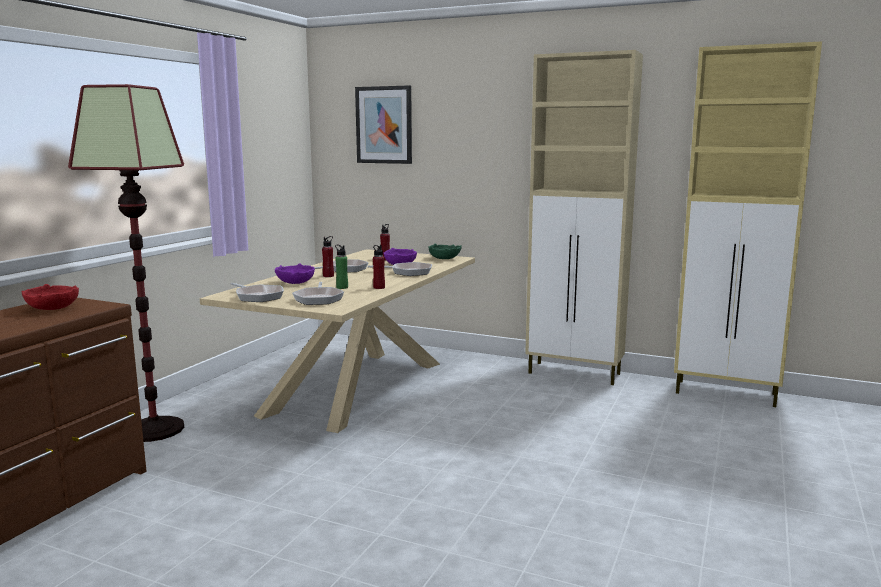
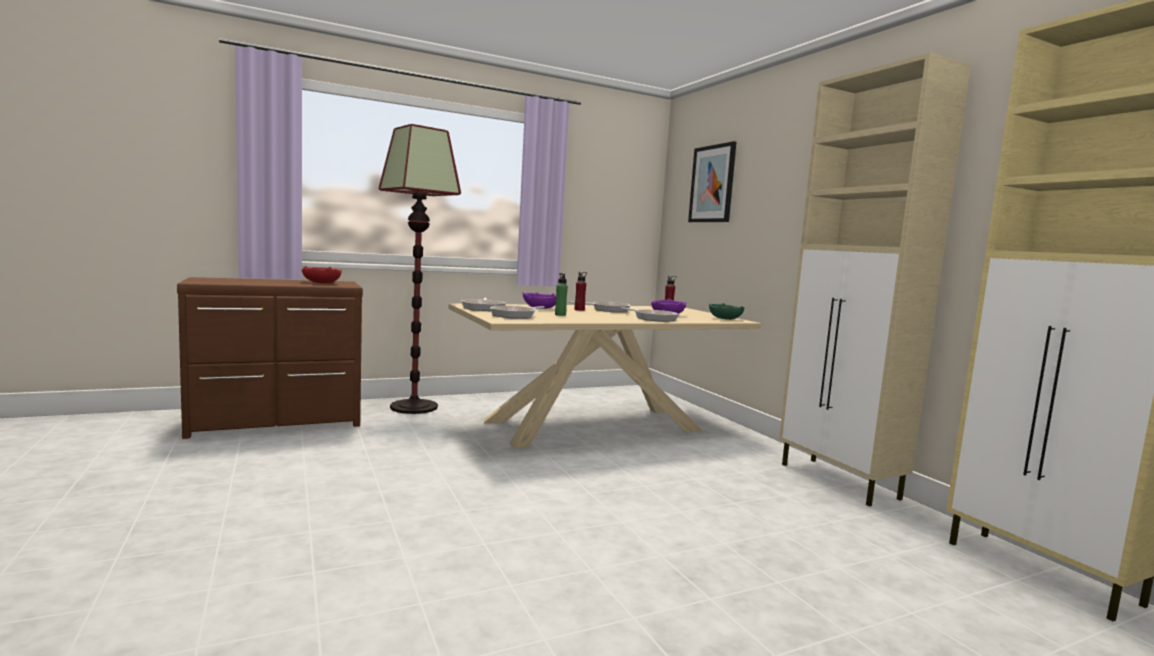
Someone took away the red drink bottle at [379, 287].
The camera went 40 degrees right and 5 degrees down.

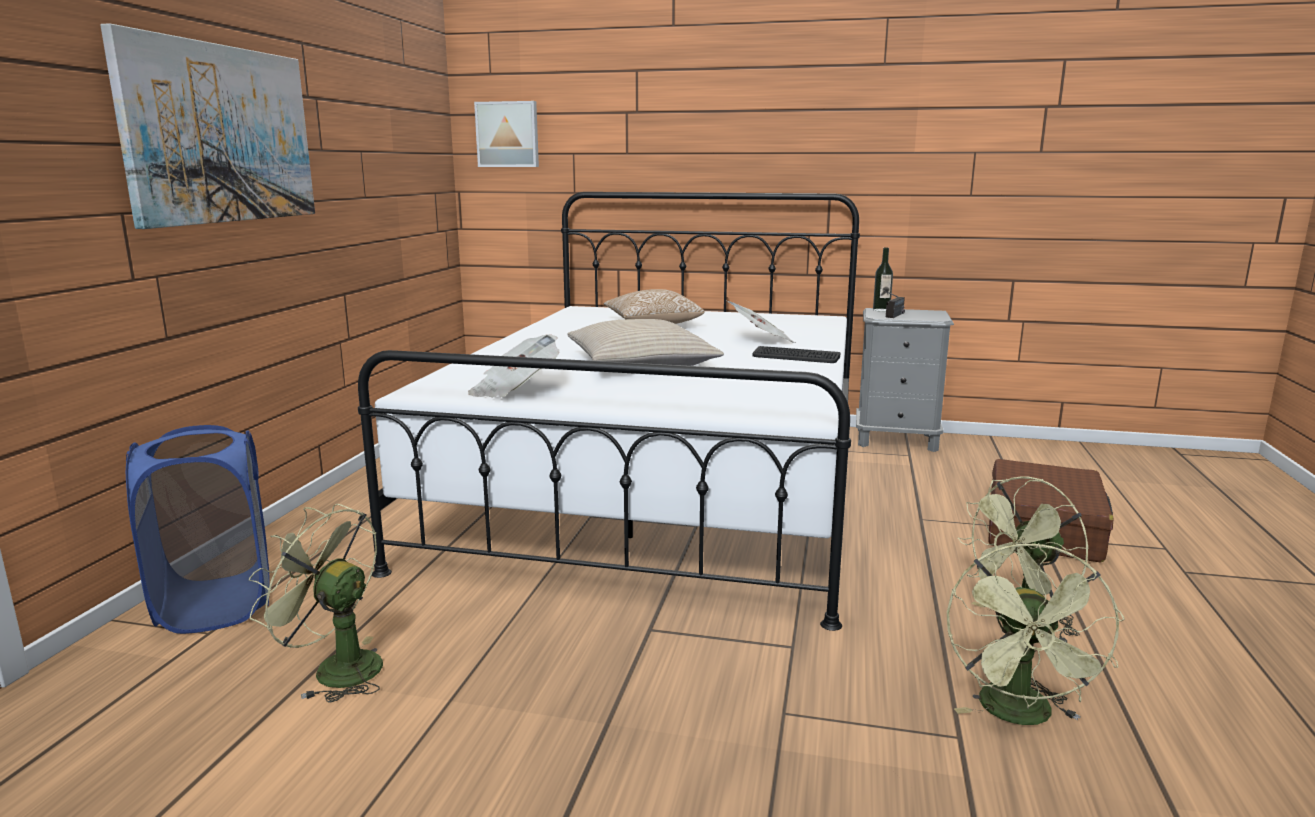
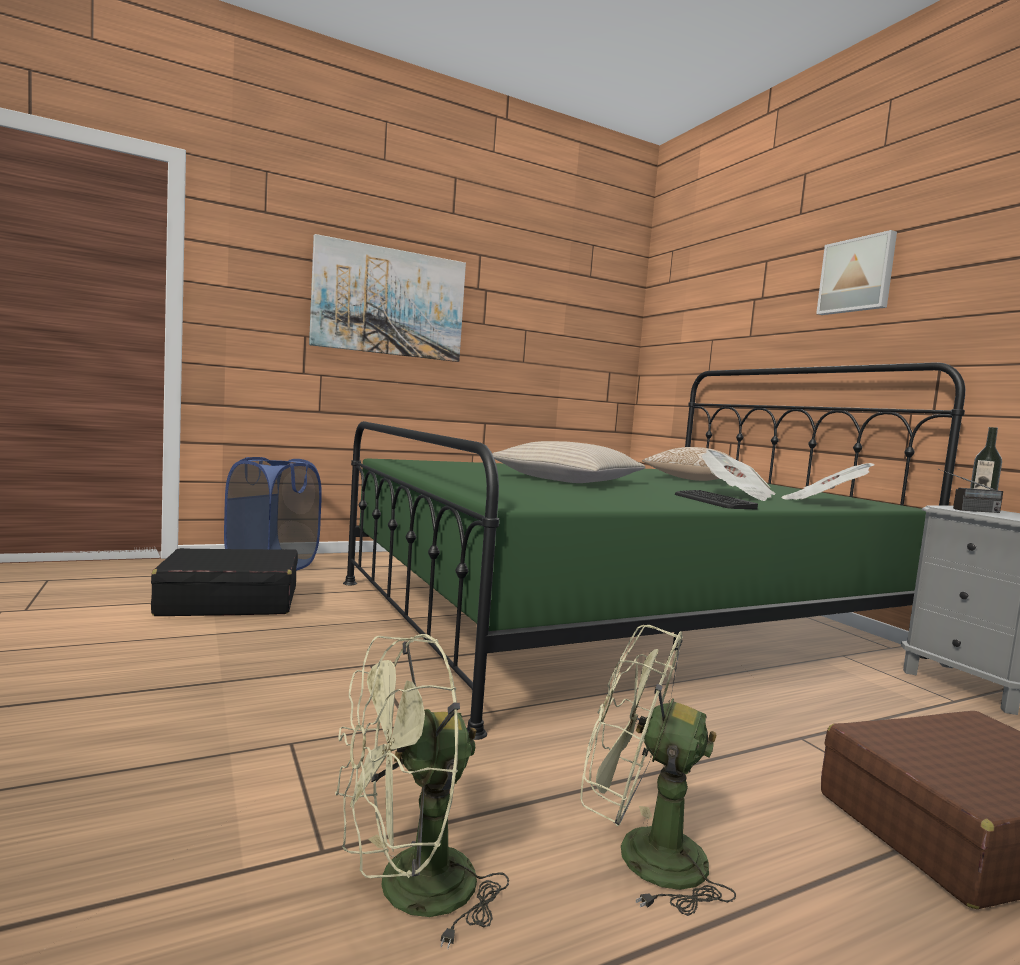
Someone swapped the greenish electric fan at [335, 668] for the black-coloured travel case at [229, 601].
Someone repainted the white-coloured sleeping bed at [661, 486], which became the greenish sleeping bed at [614, 617].
Someone carried the printed paper from [515, 390] to [823, 503].
Someone carried the wall art from [508, 134] to [857, 275].
The camera went 50 degrees right and 10 degrees down.

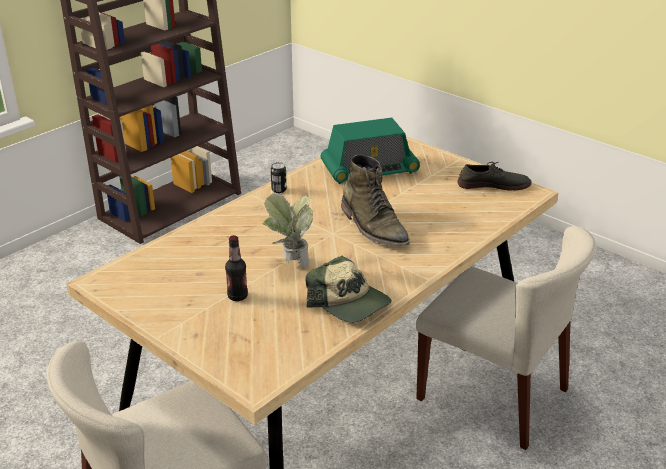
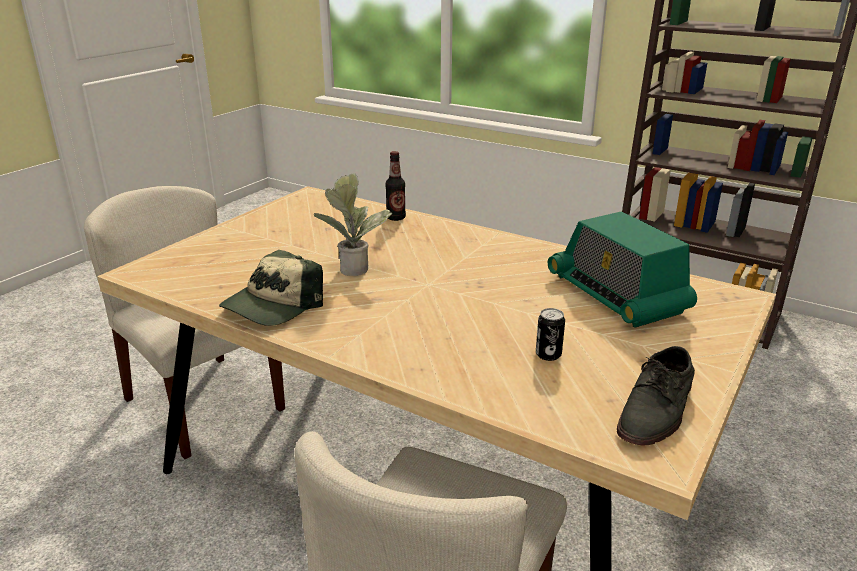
Someone carried the drink bottle from [237, 296] to [396, 218].
Someone carried the can from [279, 190] to [548, 355].
Someone took away the greenish high-top boot at [373, 227].
Someone rotated the greyish item of footwear at [493, 184] by 45 degrees clockwise.
The camera went 80 degrees right and 5 degrees down.

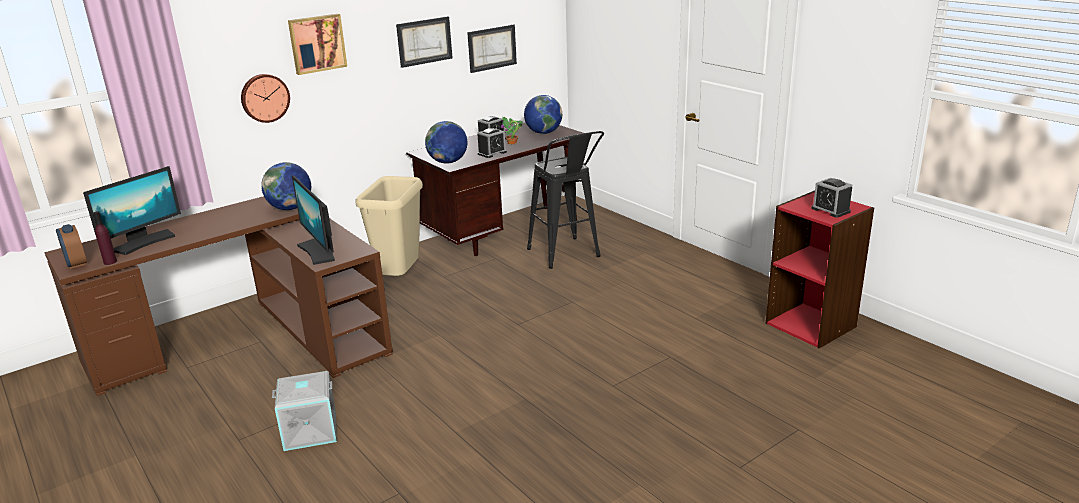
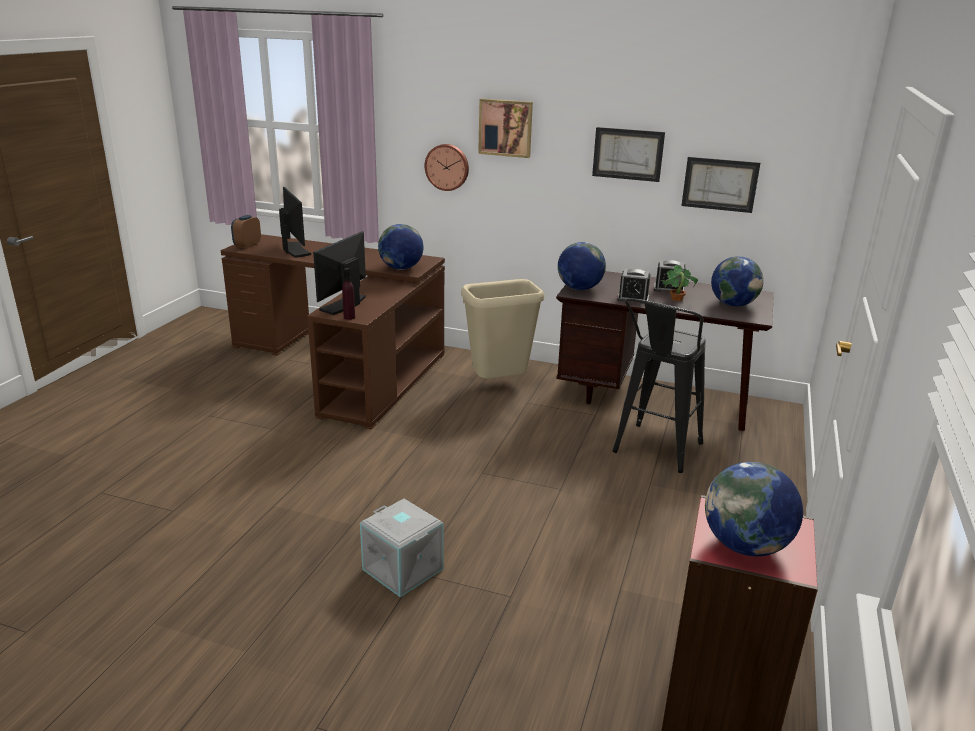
Someone rotated the computer screen at [144, 242] by 120 degrees counterclockwise.
Someone carried the purple-coloured drink bottle from [110, 262] to [349, 317].
Someone carried the greyish storage container from [311, 430] to [404, 569].
Someone swapped the alarm clock at [830, 210] for the world globe at [745, 546].
The camera went 55 degrees right and 0 degrees up.

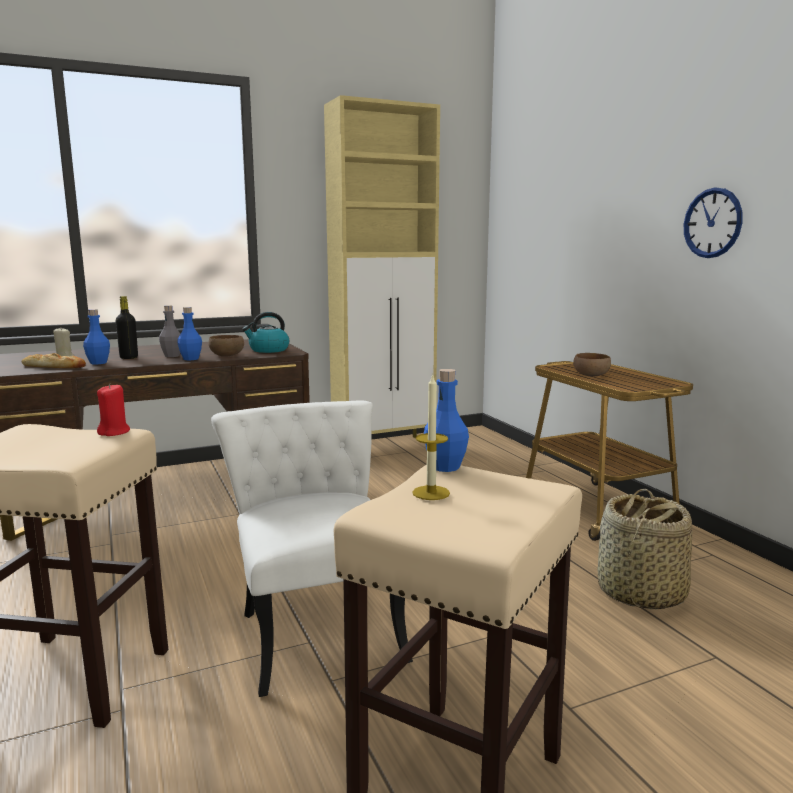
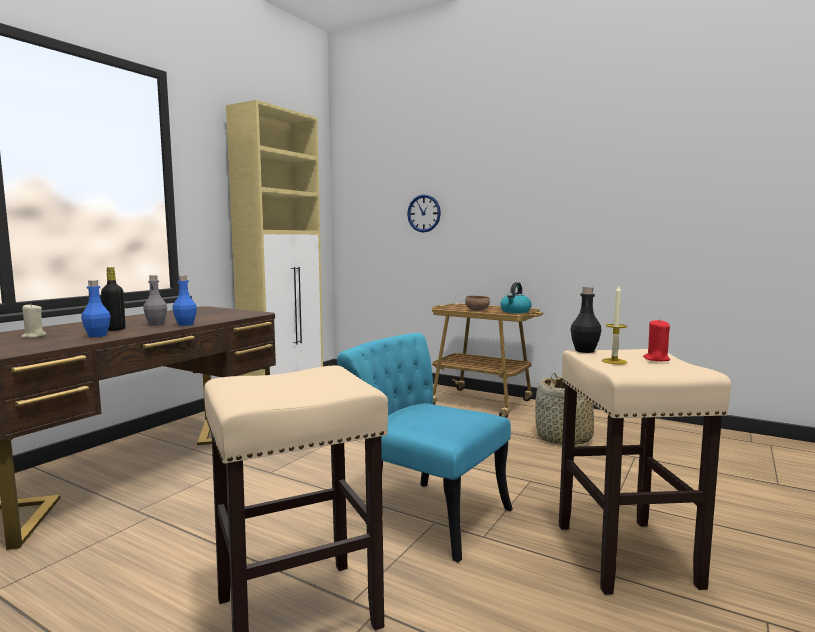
Someone took away the baked bread at [54, 366].
Someone carried the red wax candle from [114, 432] to [656, 359].
Someone took away the brownish serving bowl at [226, 356].
Someone repainted the white-coloured chair at [316, 627], which became the blue-green chair at [425, 512].
Someone carried the kettle from [268, 350] to [515, 311].
Someone repainted the blue drink bottle at [445, 467], which became the black-coloured drink bottle at [584, 351].
Someone carried the clock on the wall from [712, 223] to [424, 213].
The camera went 35 degrees left and 5 degrees down.

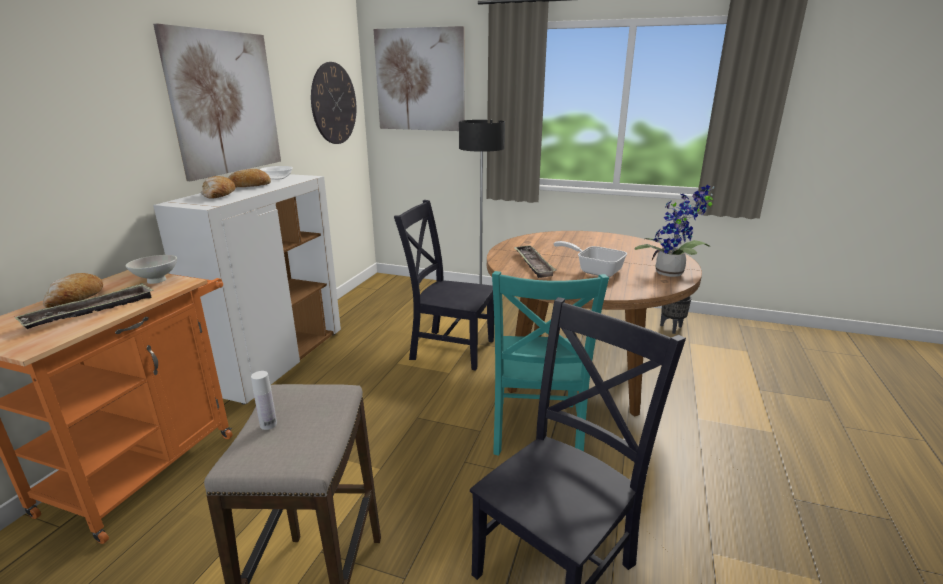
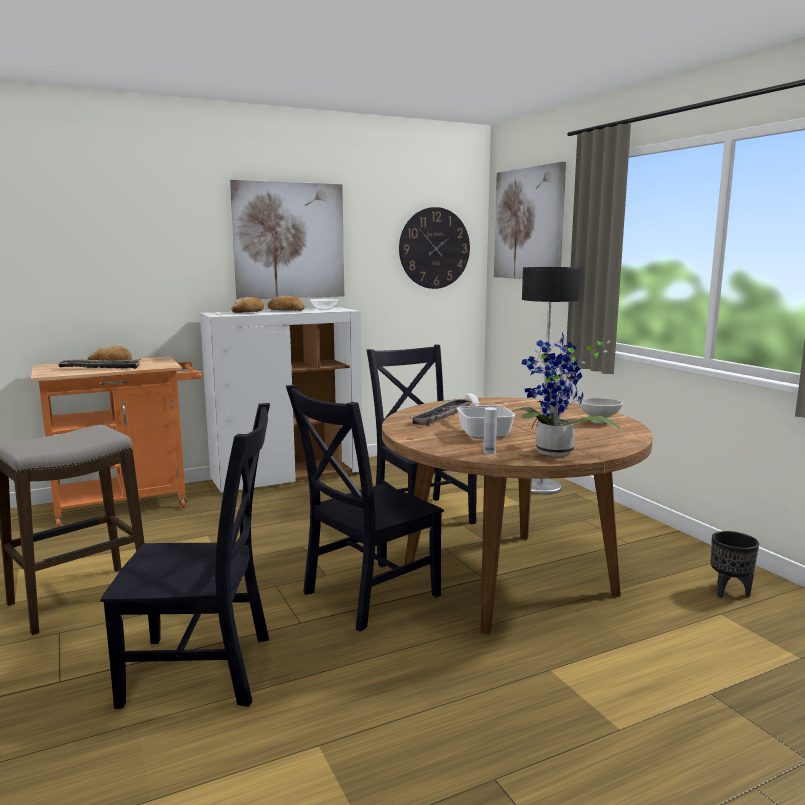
Someone carried the white-coloured serving bowl from [155, 281] to [597, 421].
Someone carried the white-coloured drink bottle from [268, 424] to [489, 452].
Someone repainted the blue-green chair at [535, 431], which became the black-coloured chair at [366, 596].
The camera went 45 degrees right and 10 degrees down.

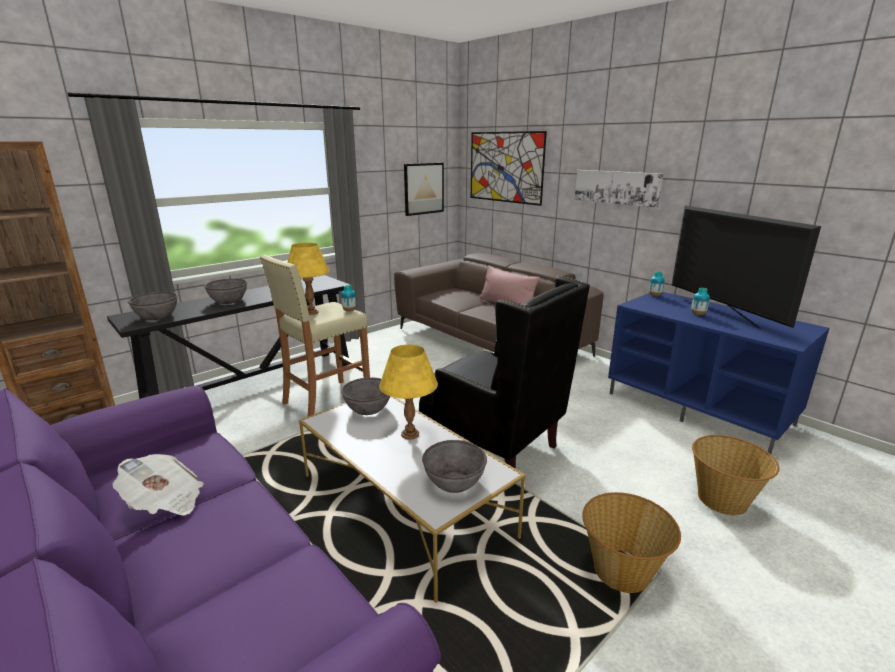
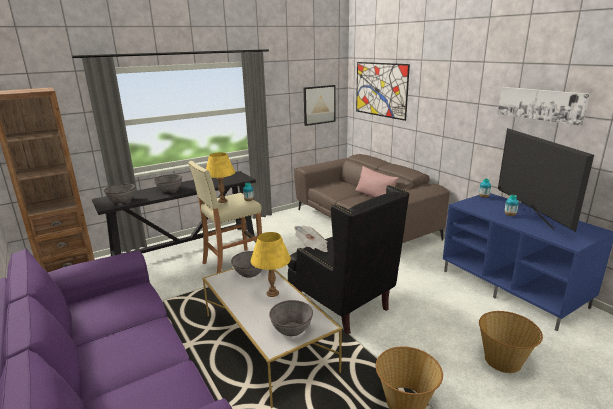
Someone carried the printed paper from [165, 501] to [312, 247].
Someone carried the wall art from [616, 187] to [540, 104].
The camera went 10 degrees right and 0 degrees up.

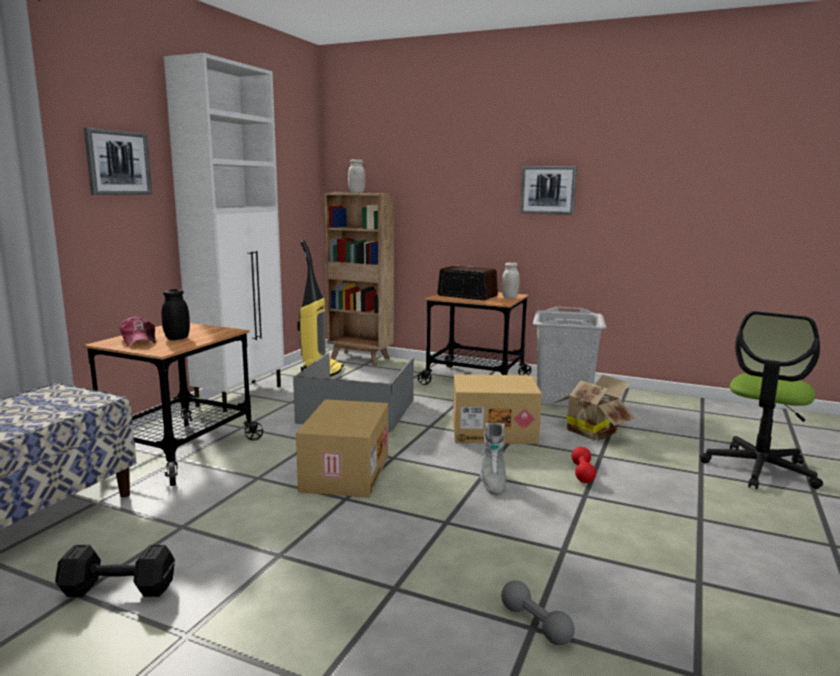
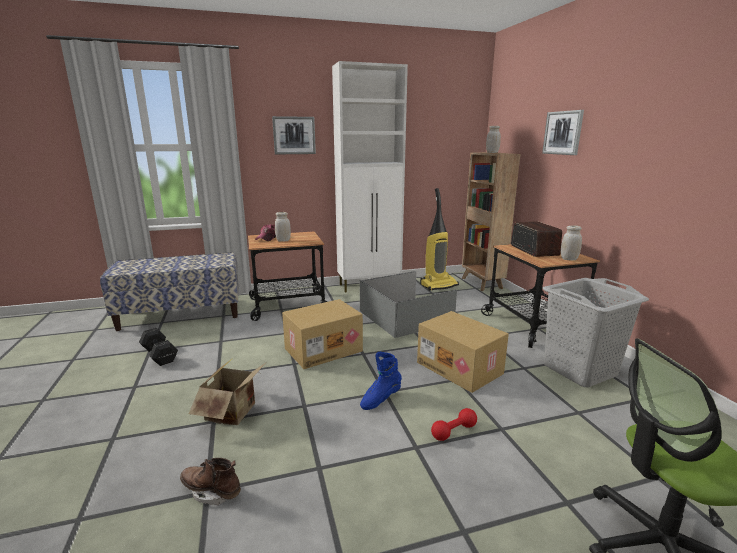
Someone repainted the black-coloured jar at [177, 338], which became the white-coloured jar at [283, 240].
Someone repainted the greyish high-top boot at [492, 482], which became the blue high-top boot at [380, 399].
Someone swapped the greyish hand weight at [535, 624] for the brownish high-top boot at [212, 491].
Someone carried the wall art from [548, 190] to [563, 133].
Someone carried the carton from [592, 431] to [235, 412].
The camera went 50 degrees right and 5 degrees up.

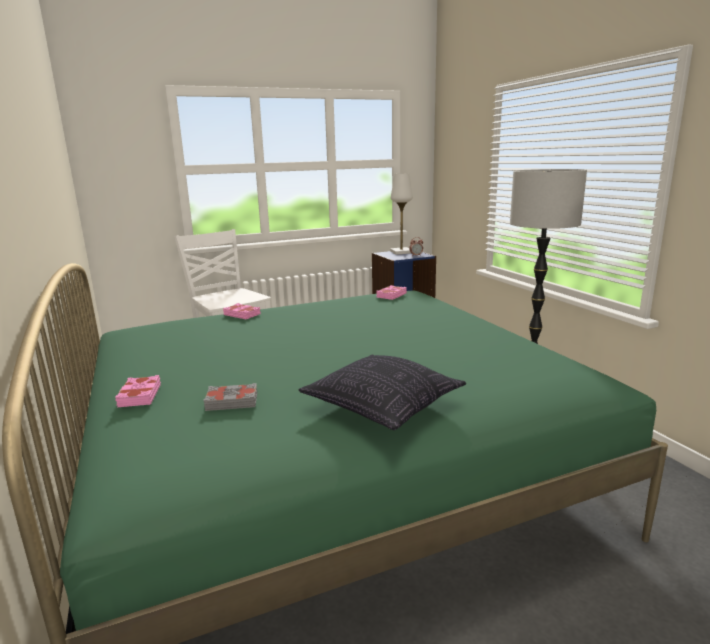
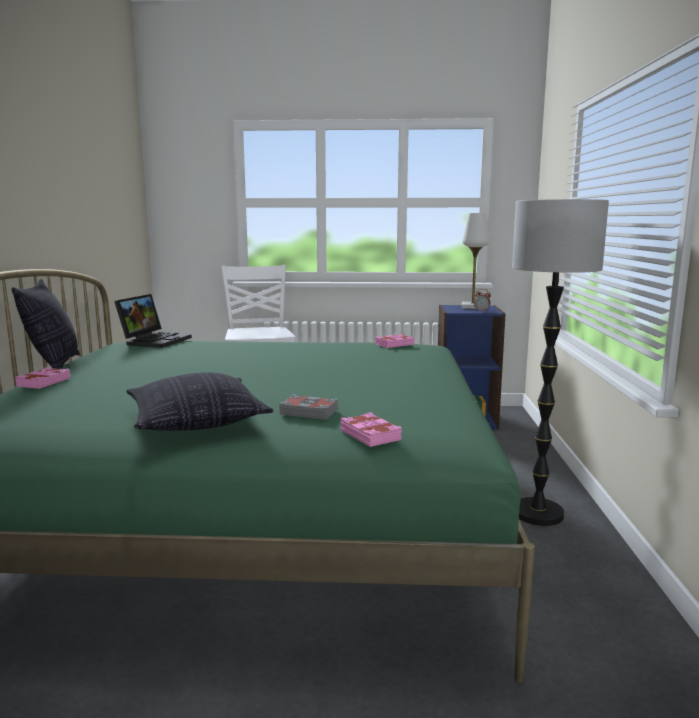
Someone carried the greyish book from [232, 401] to [309, 412].
Someone carried the pinkish book from [242, 314] to [371, 435].
Someone put down the pillow at [54, 366].
Someone put down the portable computer at [155, 340].
The camera went 25 degrees right and 5 degrees down.

